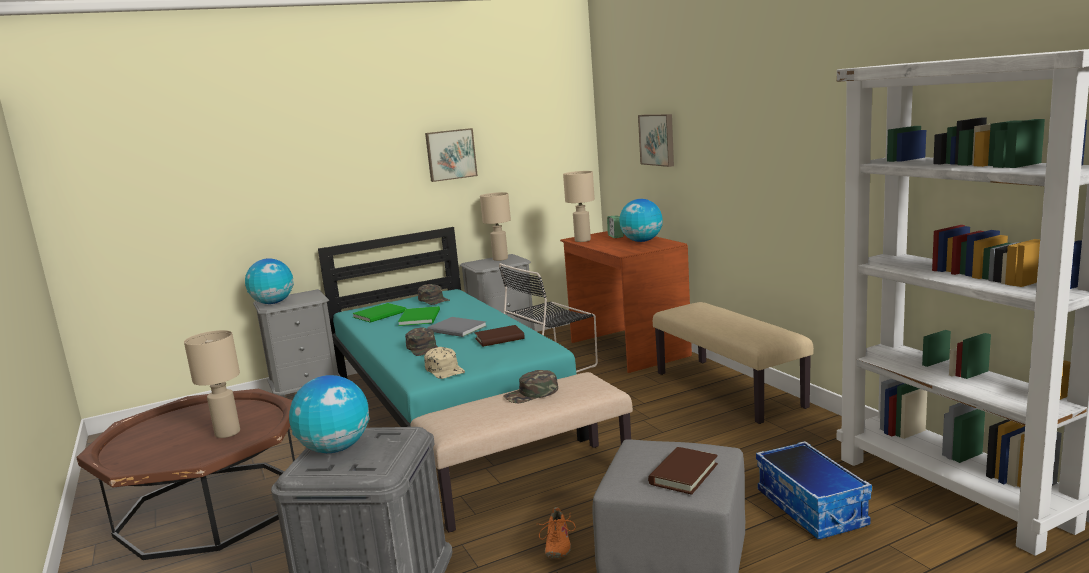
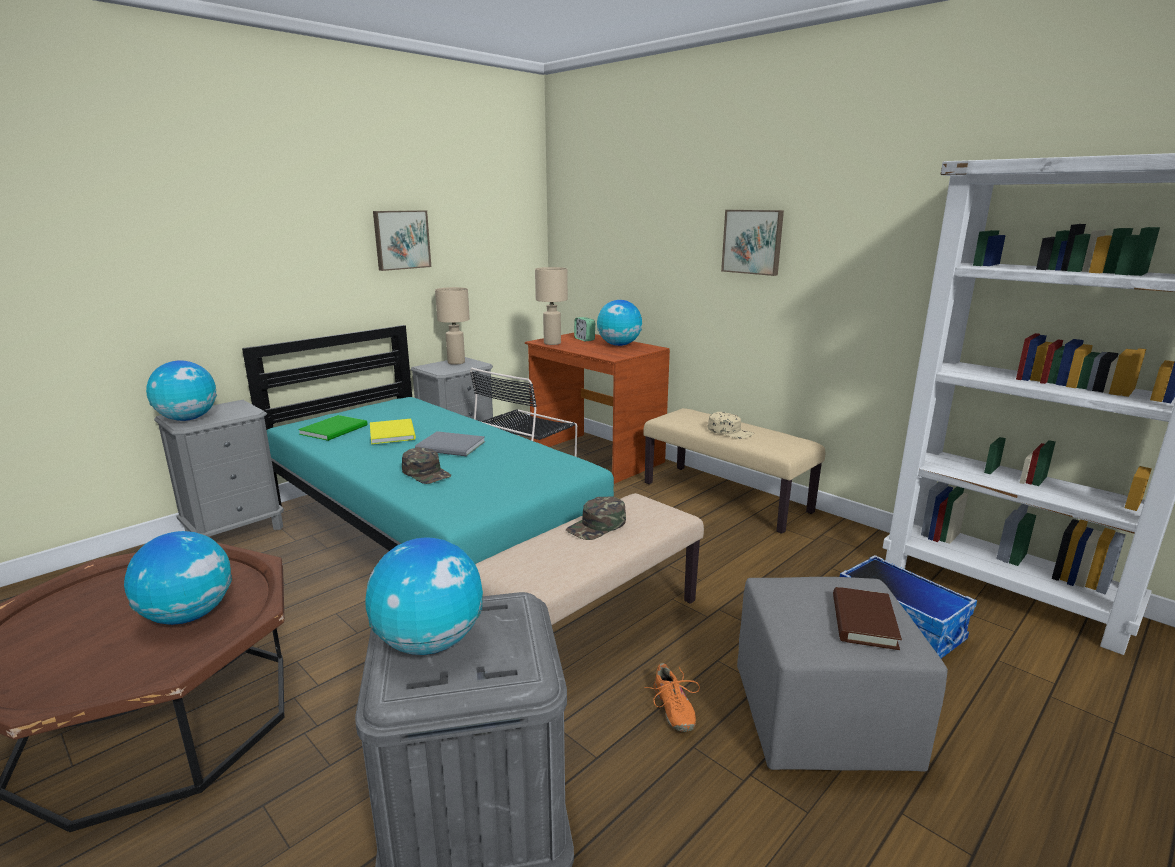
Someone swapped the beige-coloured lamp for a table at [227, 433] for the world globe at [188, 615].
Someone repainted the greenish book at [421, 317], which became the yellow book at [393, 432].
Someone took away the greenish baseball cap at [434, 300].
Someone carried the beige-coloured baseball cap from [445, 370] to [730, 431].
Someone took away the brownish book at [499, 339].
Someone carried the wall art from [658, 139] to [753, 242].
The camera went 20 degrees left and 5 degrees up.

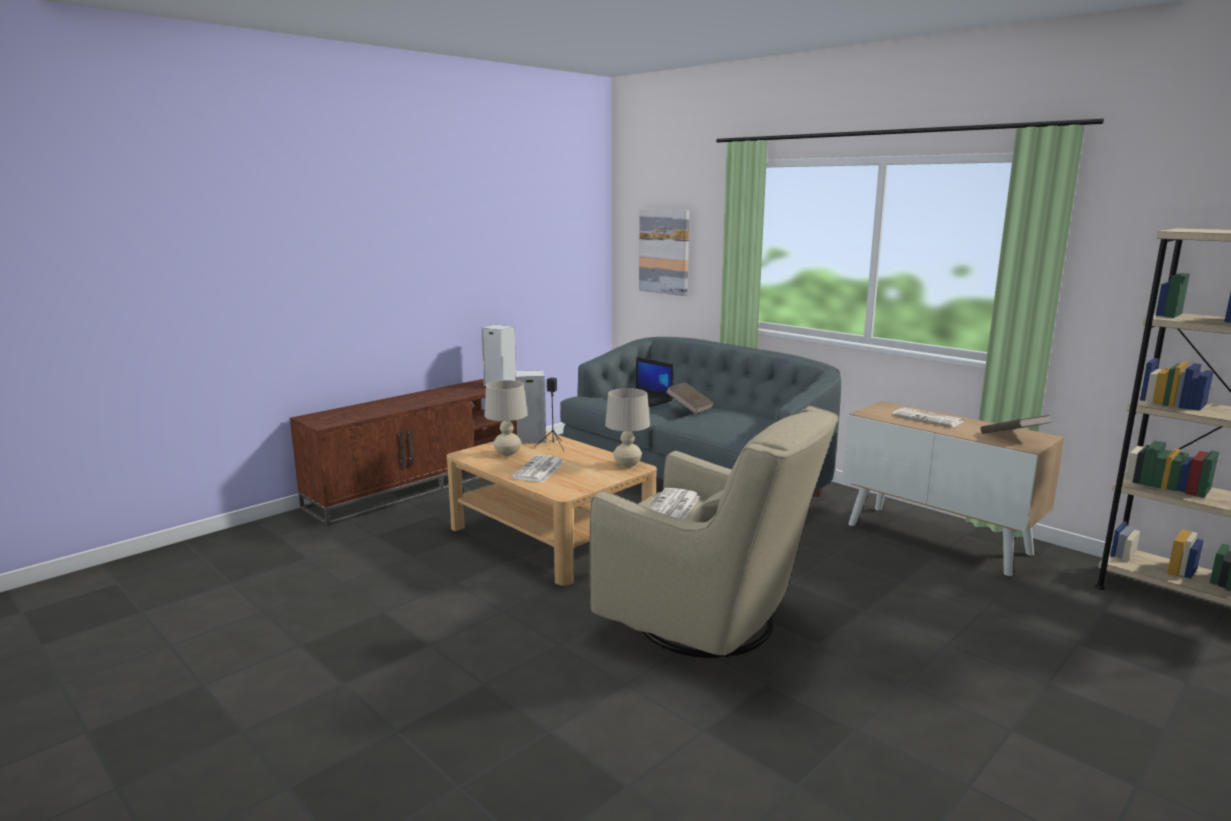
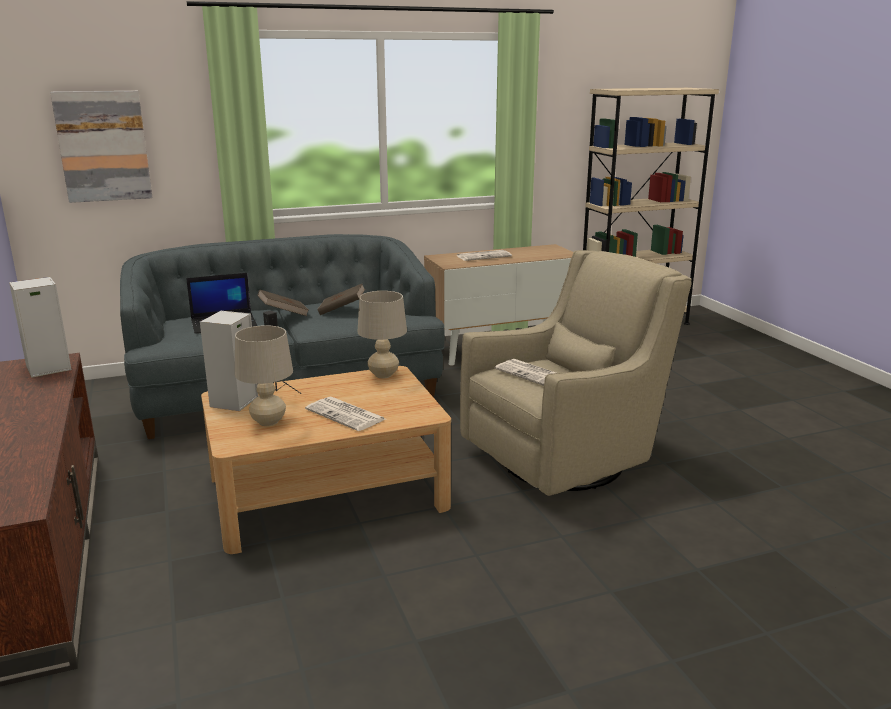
Someone carried the brownish book from [1013, 438] to [342, 310].
The camera went 65 degrees left and 5 degrees up.

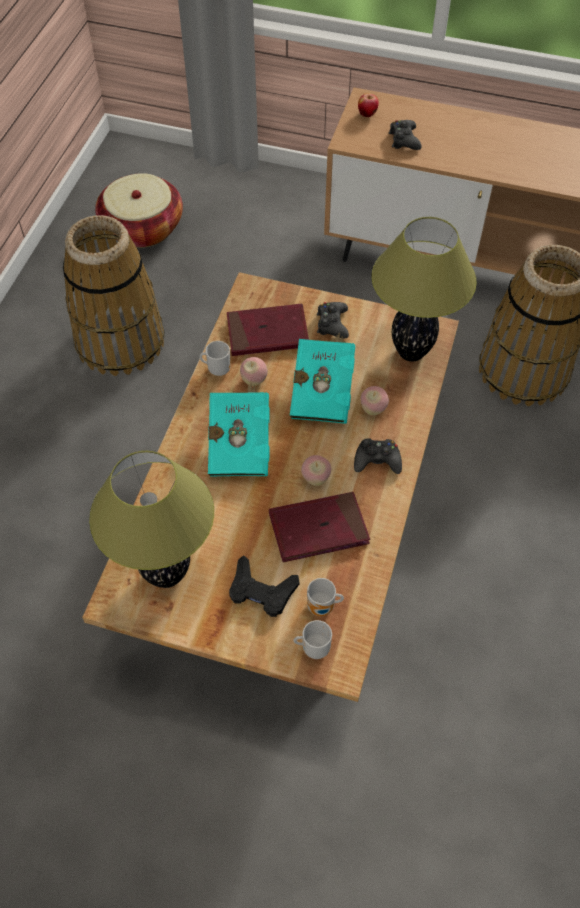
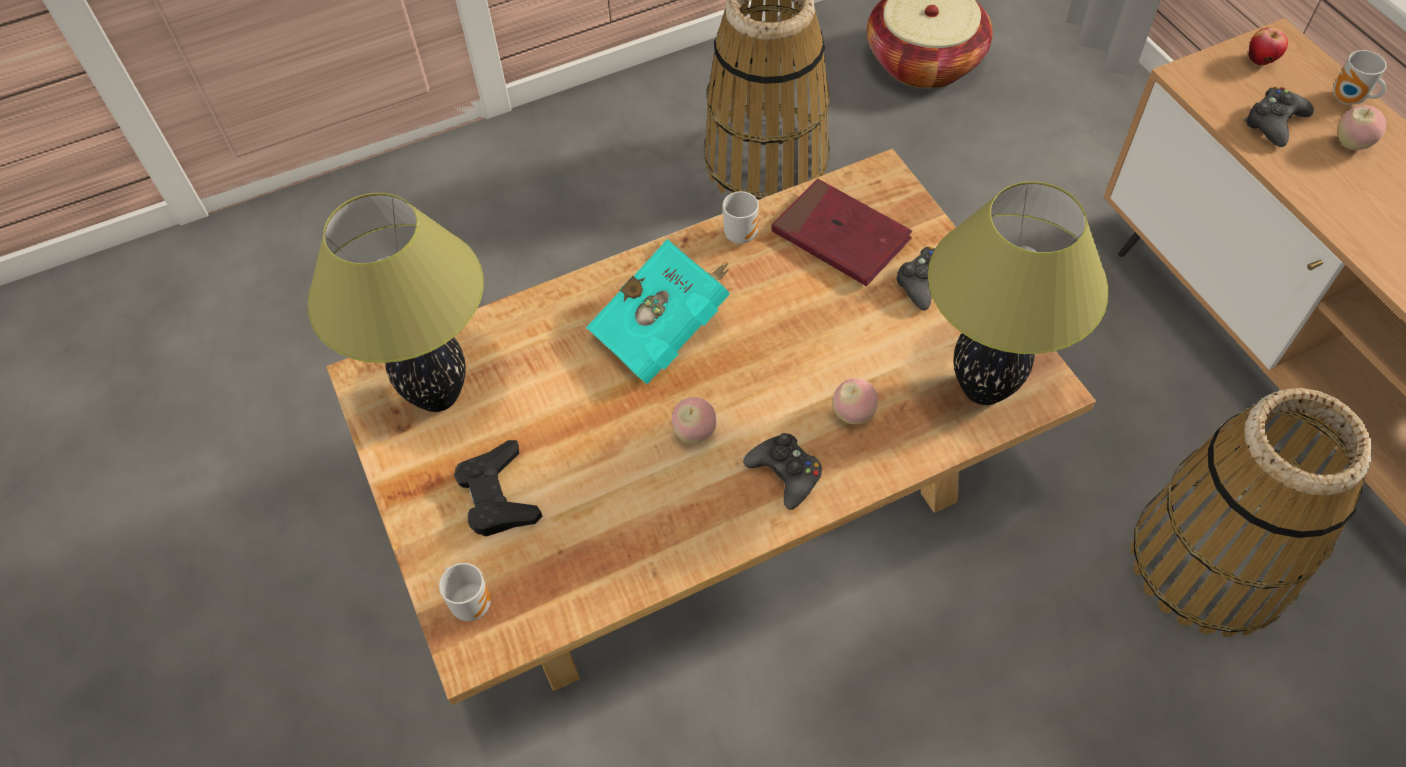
Someone carried the apple fruit from [254, 380] to [1351, 143].
Someone took away the red book at [318, 529].
Someone took away the blue-green book at [323, 392].
Someone carried the mug from [322, 608] to [1348, 100].
The camera went 50 degrees right and 0 degrees up.

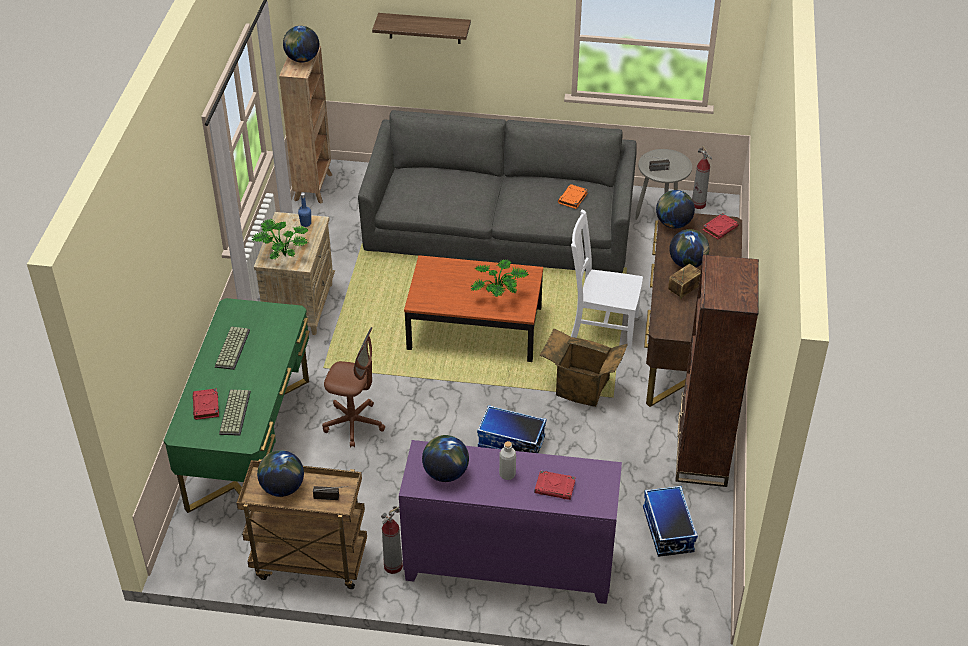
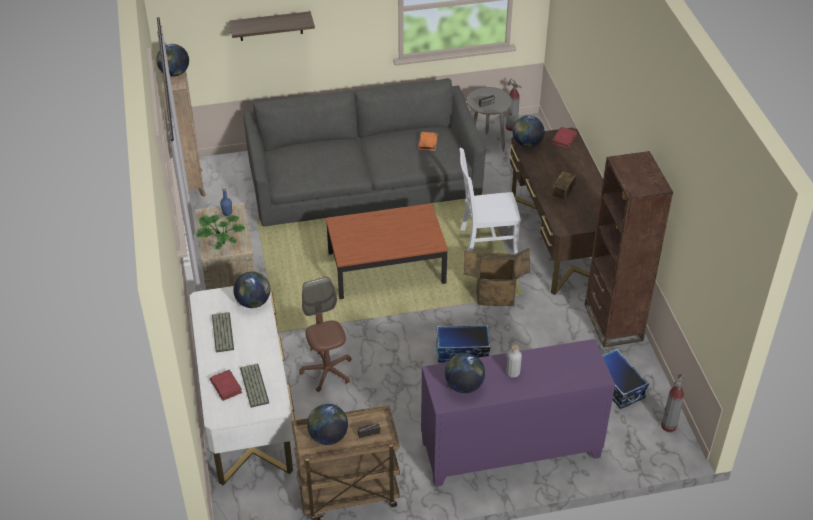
Someone repainted the greenish desk table at [250, 443], which became the white-coloured desk table at [246, 411].
Someone rotated the brownish computer chair at [354, 424] by 105 degrees counterclockwise.
Someone carried the extinguisher from [393, 566] to [668, 426].
Someone took away the plant in a pot at [499, 295].
Someone took away the red book at [555, 487].
Someone carried the world globe from [687, 263] to [253, 302].
The camera went 20 degrees left and 0 degrees up.

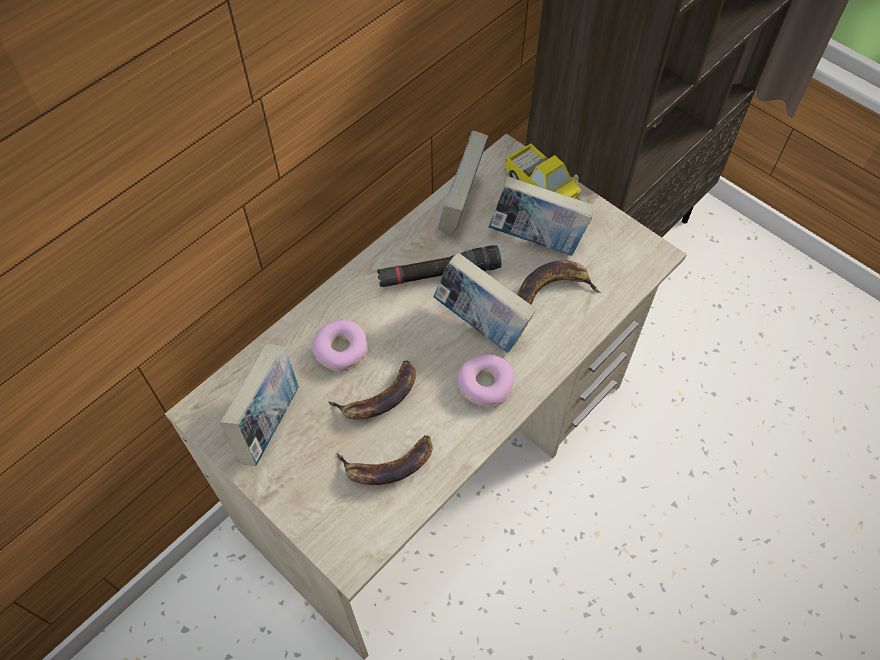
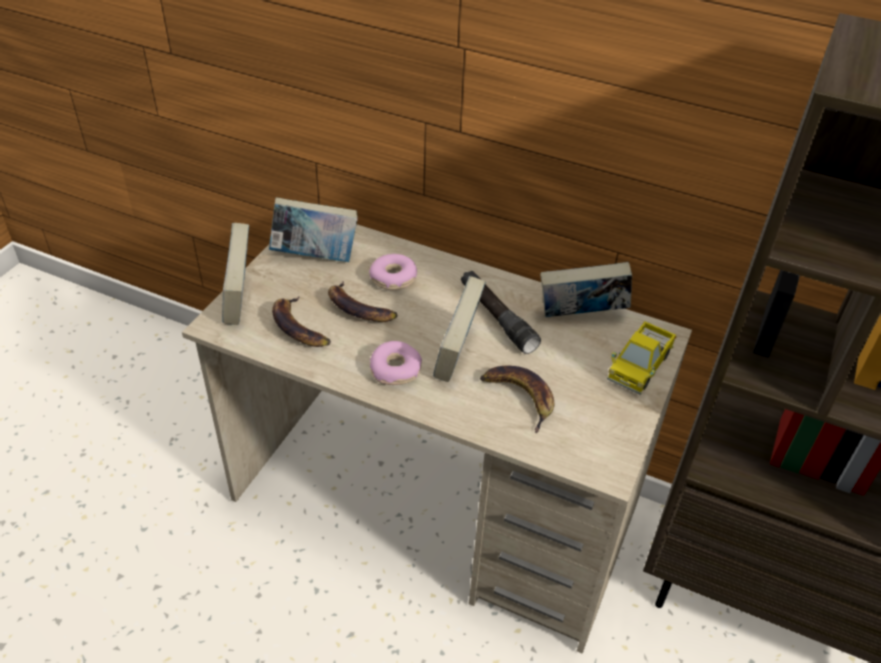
Someone carried the book from [536, 239] to [240, 300].
The camera went 70 degrees right and 15 degrees down.

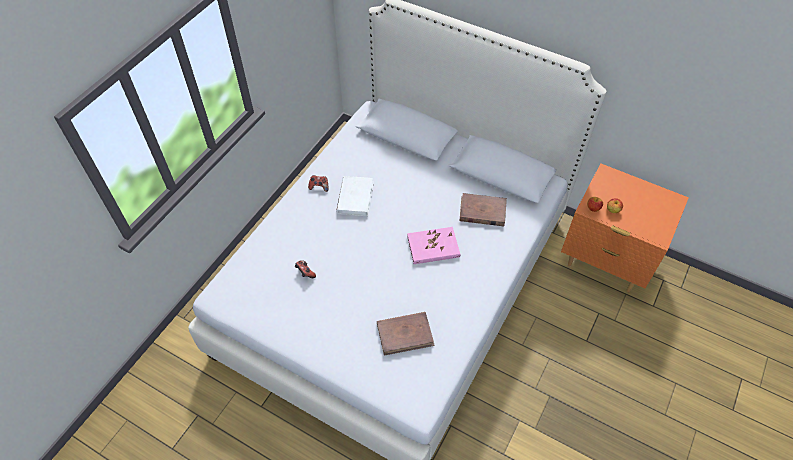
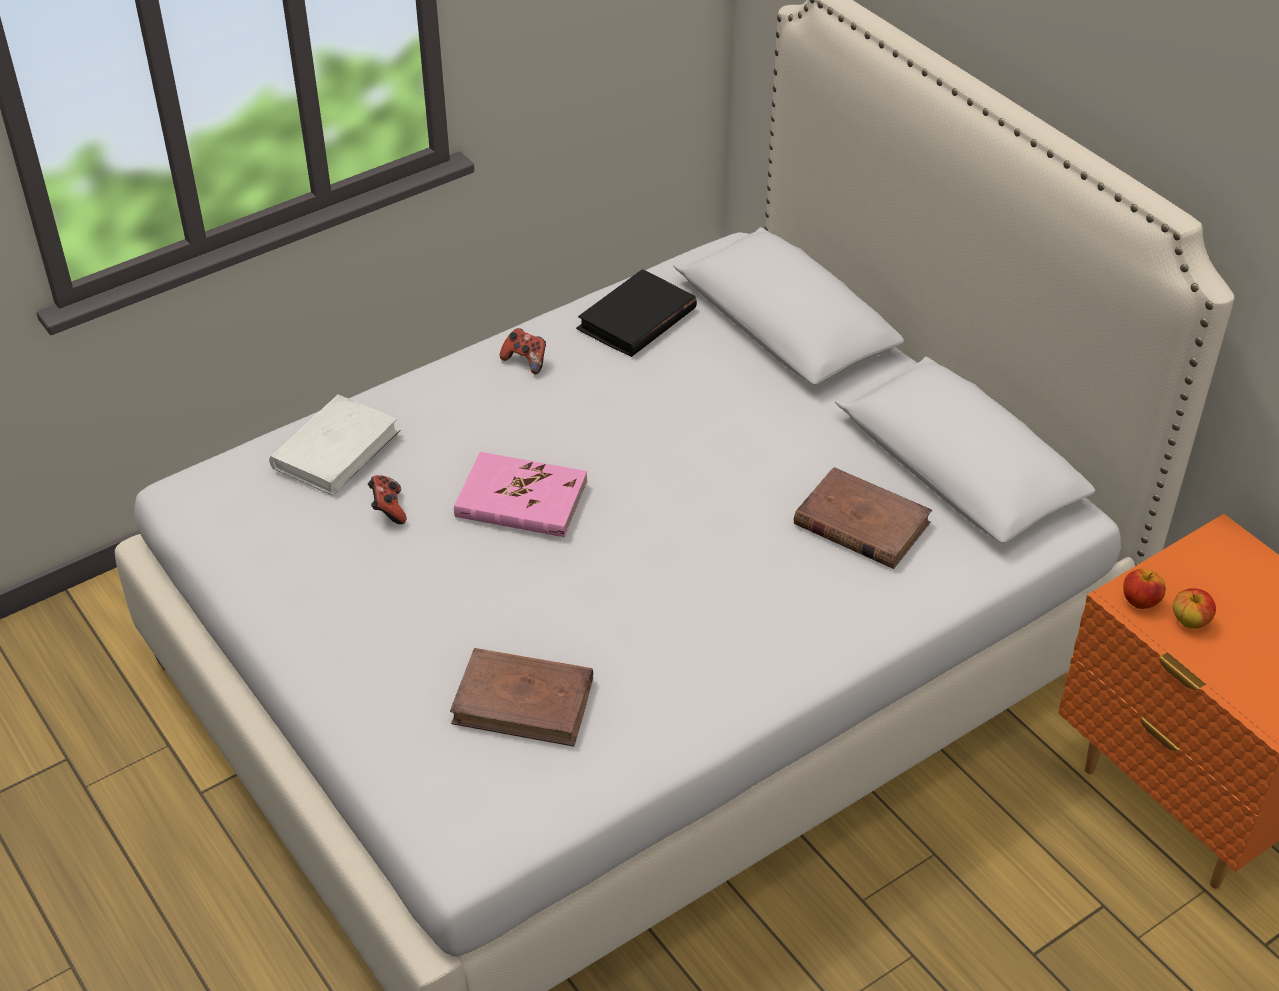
Someone carried the white-coloured book from [355, 197] to [336, 449].
Someone carried the pinkish book from [433, 247] to [521, 500].
Someone put down the black-coloured book at [636, 319].
The camera went 25 degrees right and 10 degrees down.

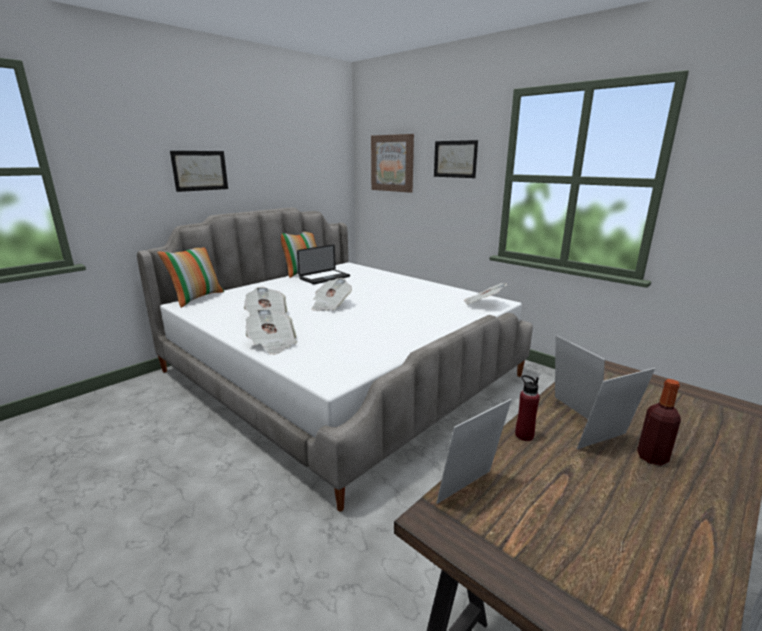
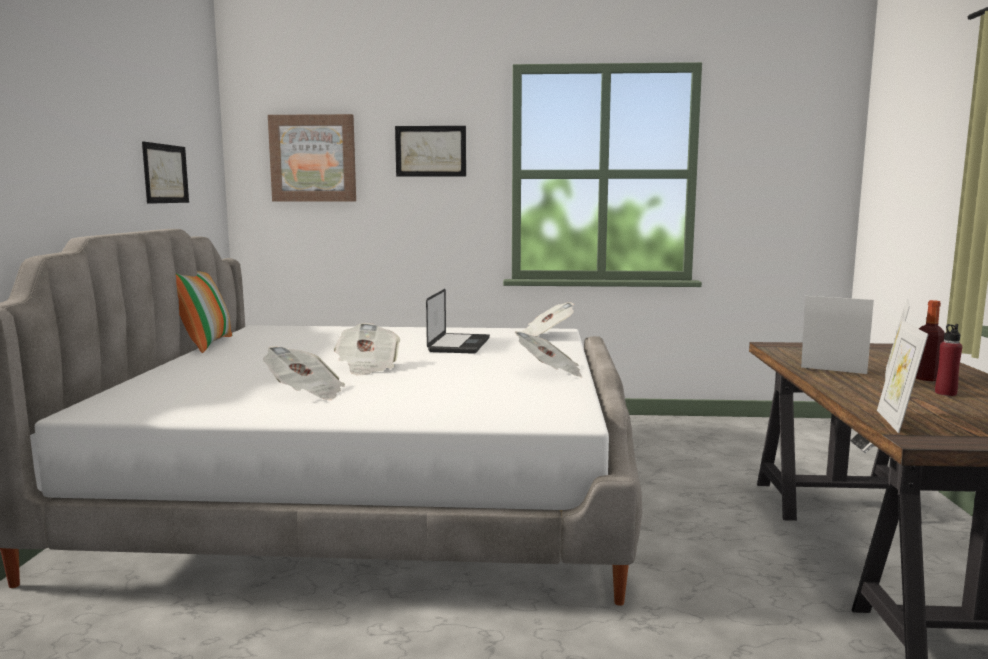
Someone took away the pillow at [197, 298].
Someone carried the wall art from [200, 170] to [165, 173].
Someone carried the printed paper from [272, 344] to [550, 373].
Someone carried the portable computer from [324, 278] to [459, 345].
Someone carried the red drink bottle from [524, 435] to [945, 393].
The camera went 40 degrees left and 10 degrees down.

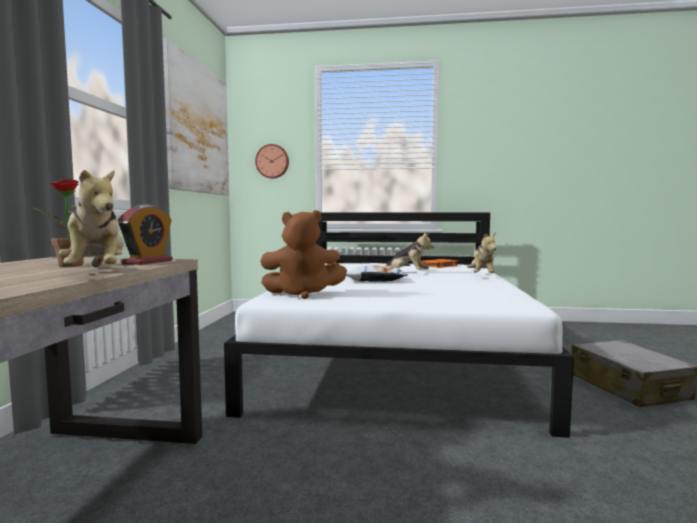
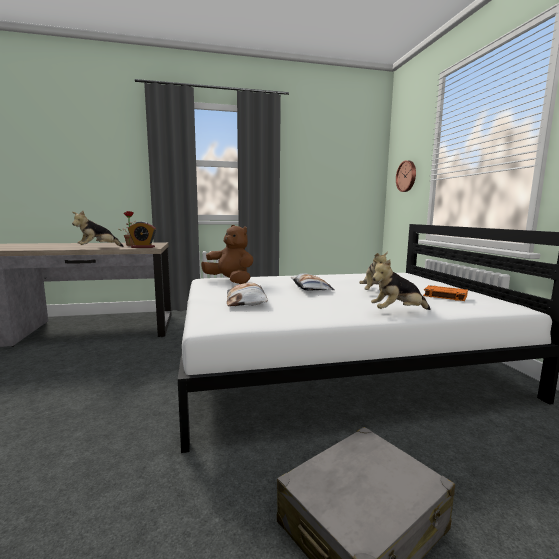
Someone took away the wall art at [198, 128].
Someone rotated the brownish soft toy at [303, 294] by 150 degrees clockwise.
Someone put down the pillow at [246, 301].
The camera went 70 degrees right and 5 degrees up.

